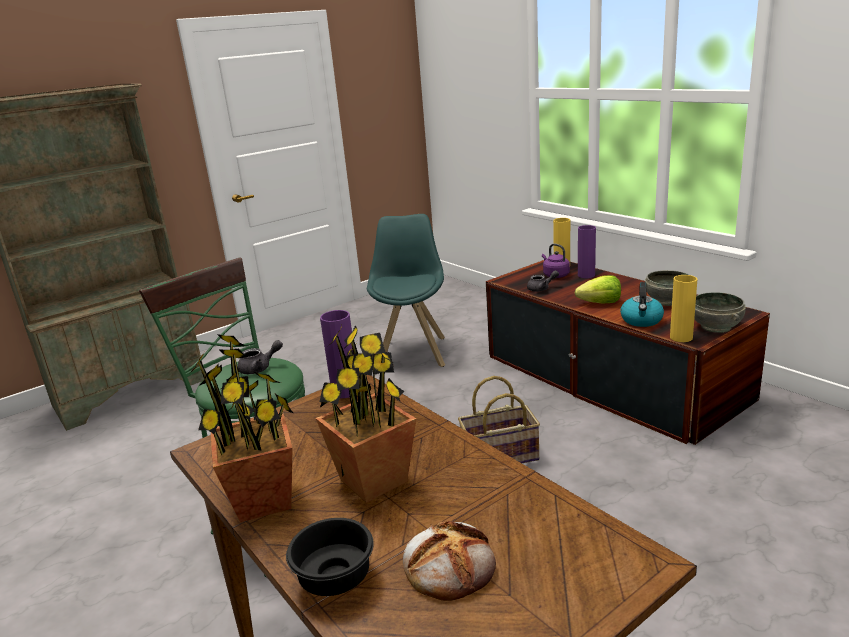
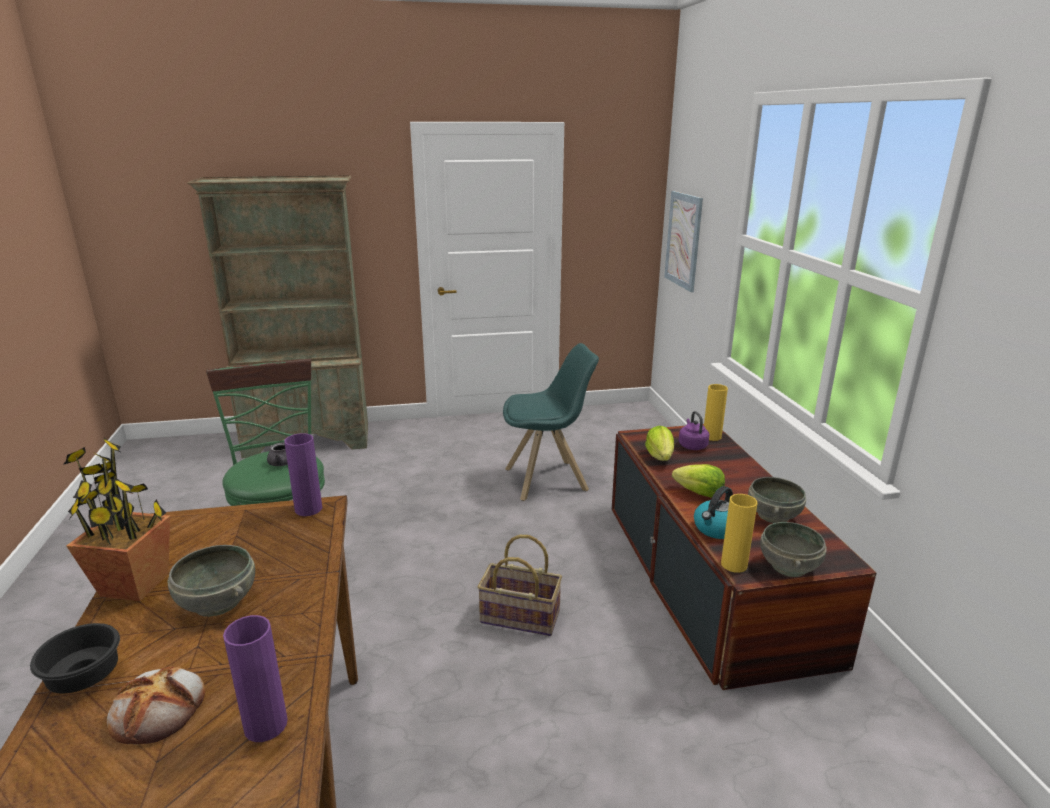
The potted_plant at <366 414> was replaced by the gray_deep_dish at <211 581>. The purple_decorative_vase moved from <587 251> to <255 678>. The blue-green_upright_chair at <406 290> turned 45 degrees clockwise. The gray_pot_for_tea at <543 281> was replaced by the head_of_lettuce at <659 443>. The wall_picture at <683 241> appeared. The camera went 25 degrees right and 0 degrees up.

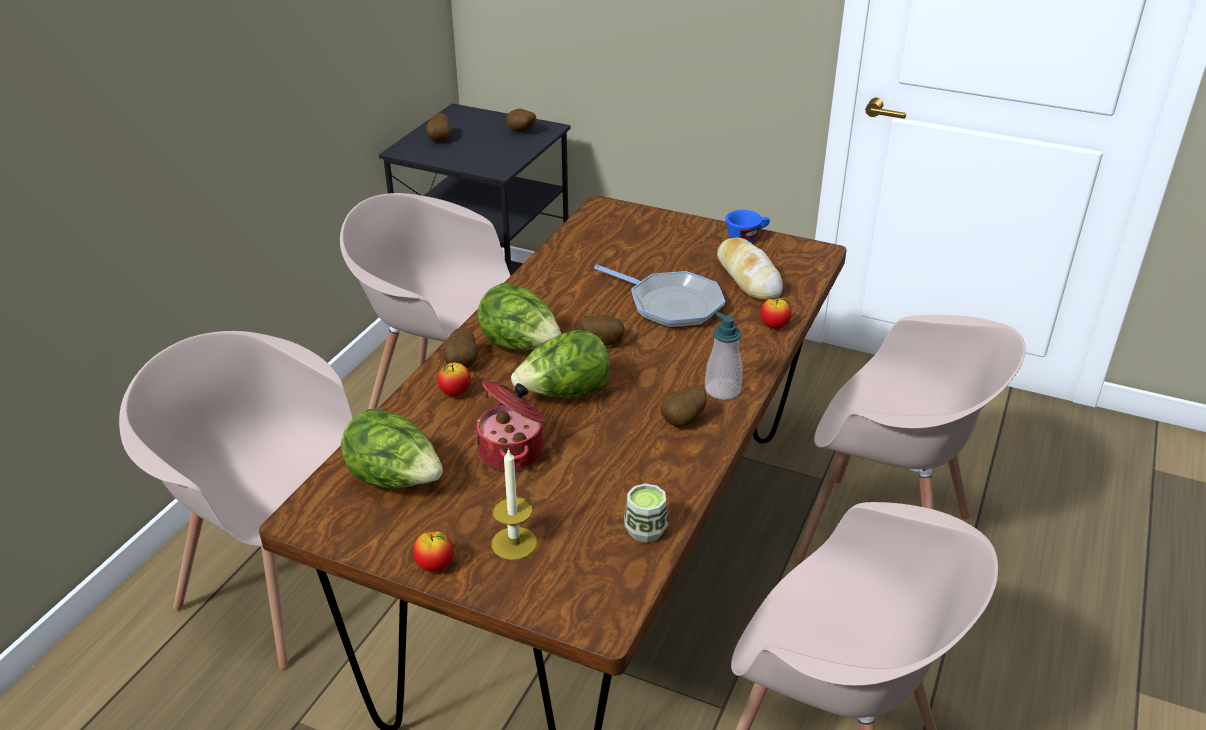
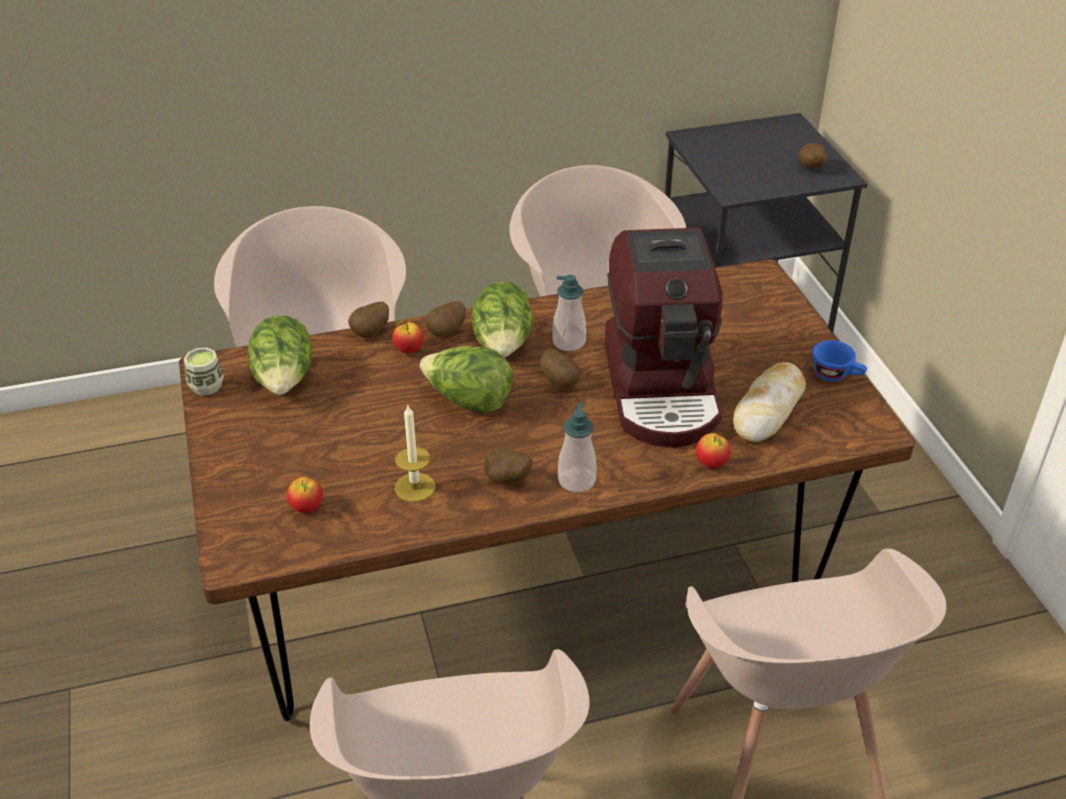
The small_cup moved from <646 513> to <204 371>. The apple_fruit moved from <433 551> to <305 495>. The potato moved from <438 127> to <368 319>. The wax_light moved from <514 504> to <415 453>. The soap_bottle at <569 313> appeared. The frying_pan at <659 296> was replaced by the coffee_maker at <663 338>. The stockpot at <509 425> disappeared. The camera went 50 degrees right and 5 degrees up.

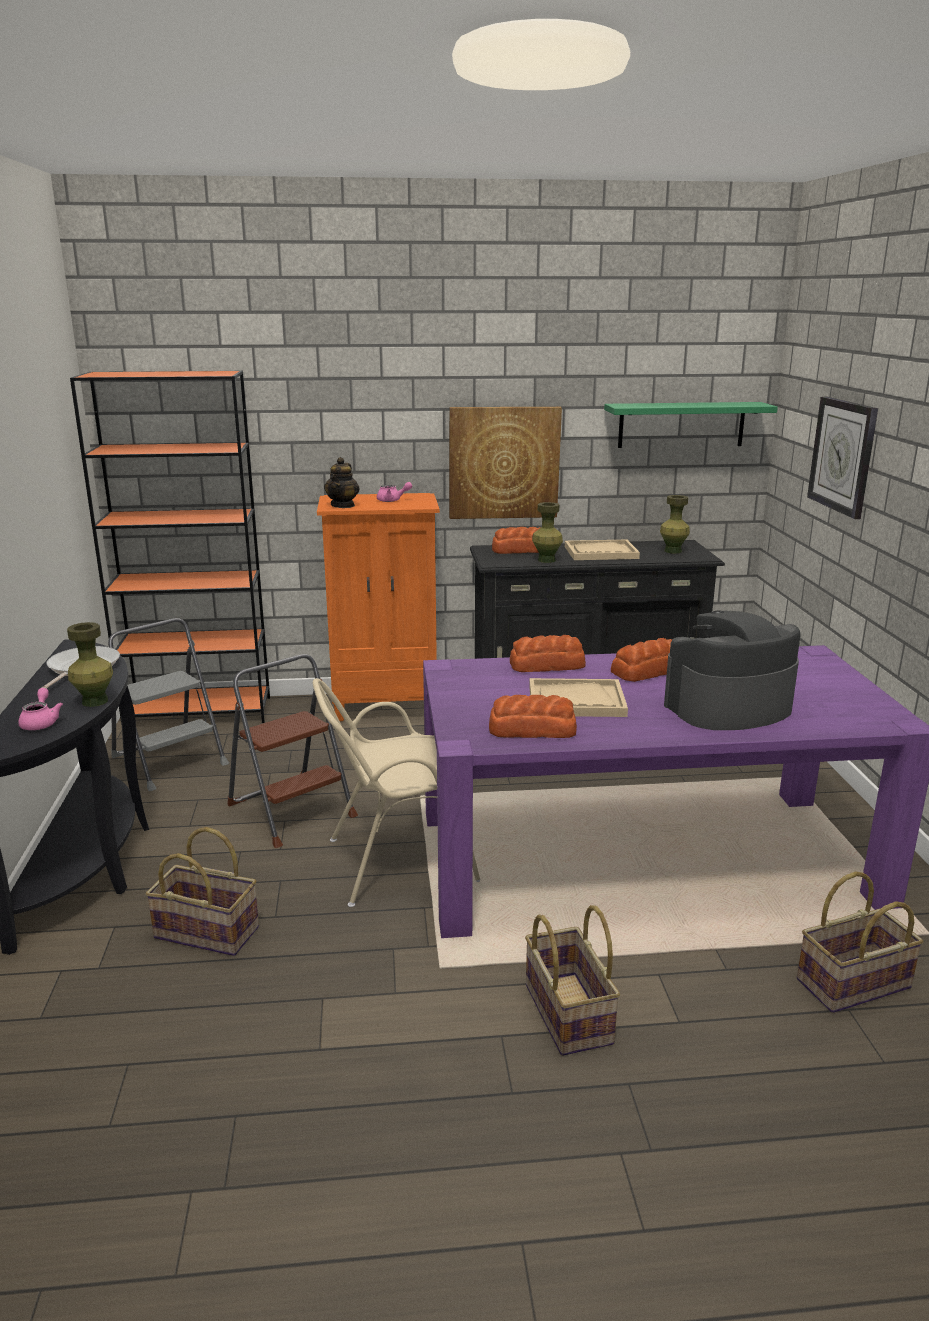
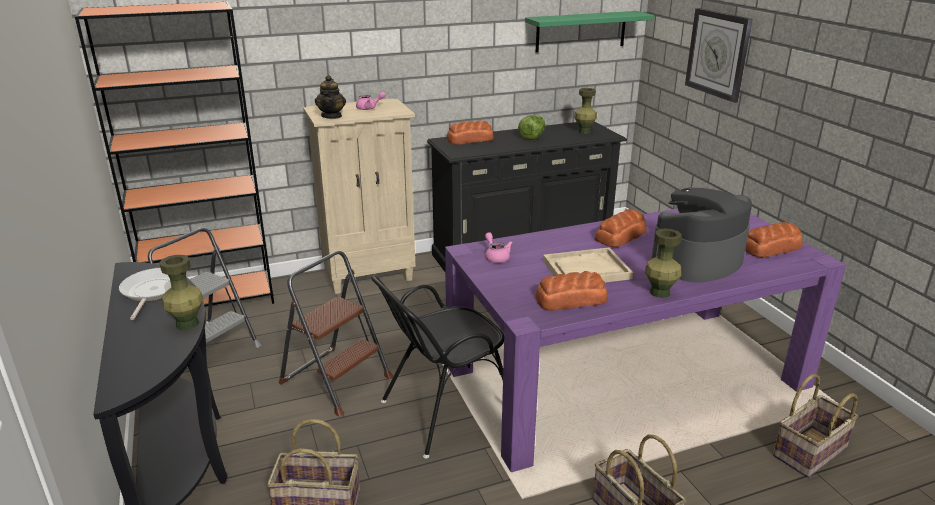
The orange-coloured_cabinet at <378 607> became the beige-coloured_cabinet at <359 196>. The beige-coloured_upright_chair at <396 792> became the black_upright_chair at <437 367>. The pinkish_pot_for_tea moved from <40 709> to <499 247>. The beige-coloured_tray at <602 550> was replaced by the head_of_lettuce at <531 127>. The green_decorative_vase moved from <547 532> to <663 263>. The baked_bread moved from <548 653> to <774 240>. The wall_picture at <505 463> disappeared. The camera went 15 degrees left and 5 degrees up.

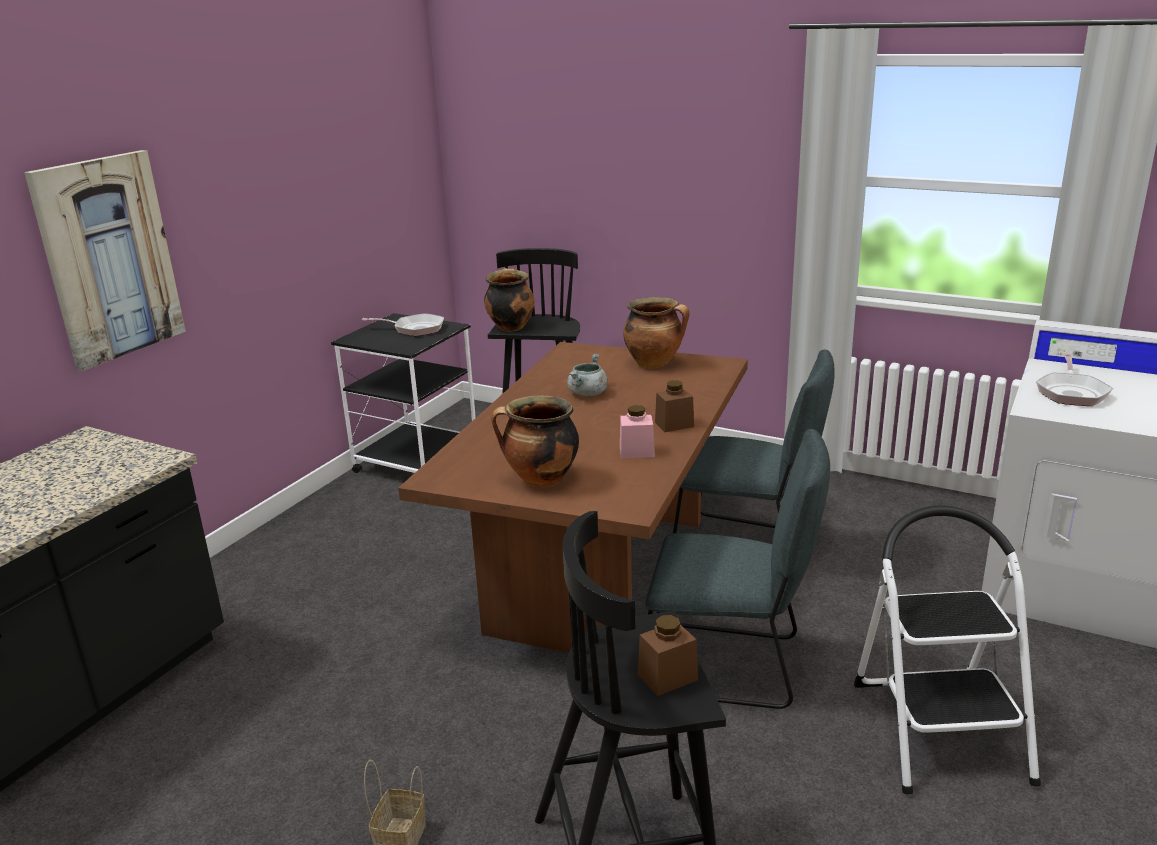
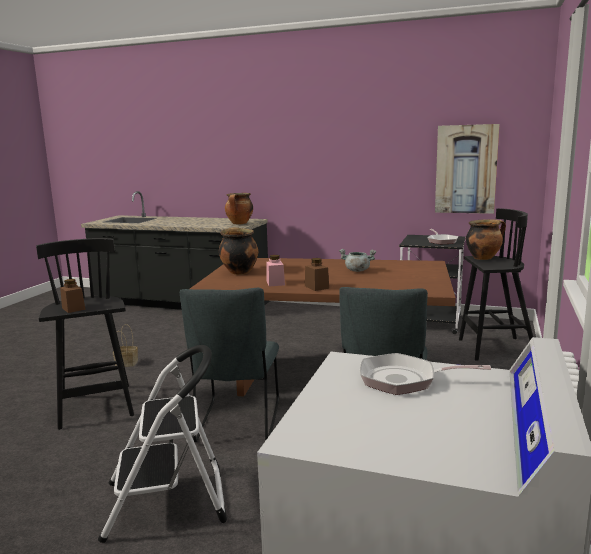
The stockpot moved from <656 332> to <239 208>. The wall_picture moved from <105 260> to <467 169>. The camera went 80 degrees right and 10 degrees down.

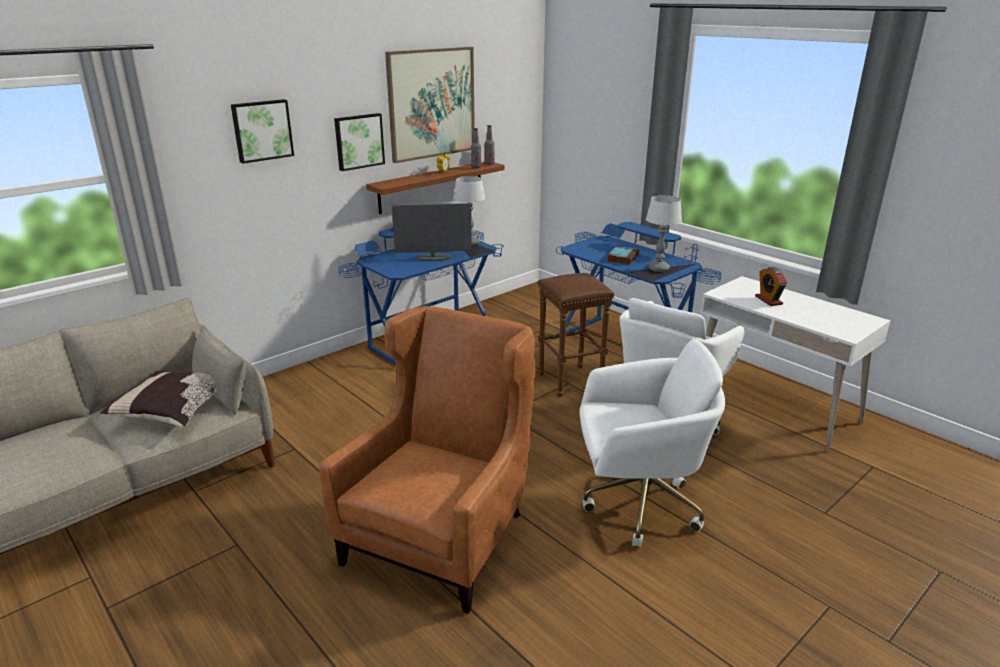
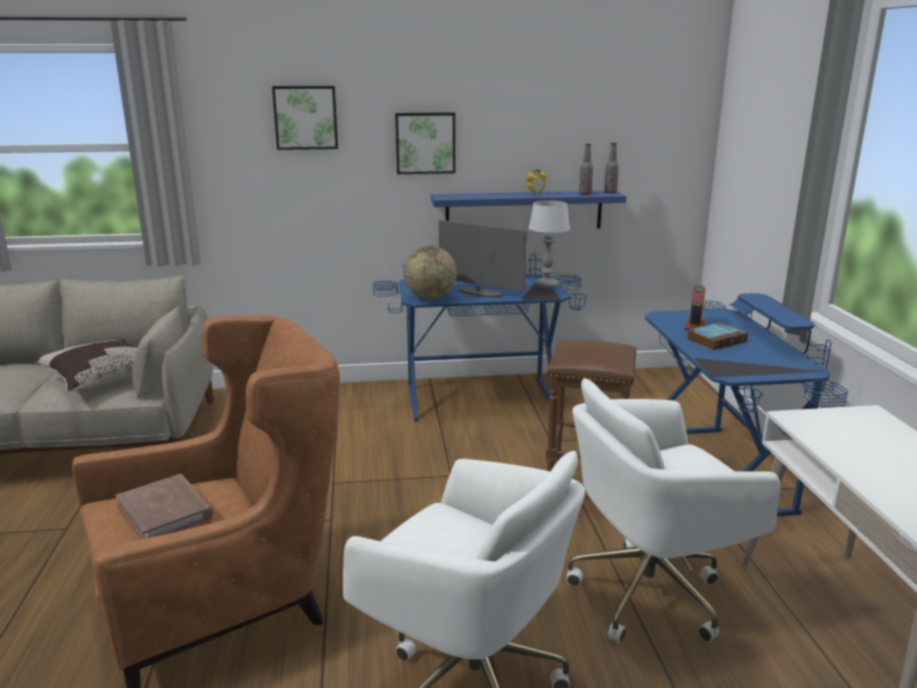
The brownish_bound_book at <165 506> appeared. The world_globe at <430 272> appeared. The brownish_bracket_shelf at <435 188> became the blue-coloured_bracket_shelf at <529 210>. The alarm_clock moved from <771 286> to <695 308>. The wall_picture at <430 105> disappeared. The tabletop_lamp at <664 233> disappeared. The camera went 35 degrees right and 5 degrees down.

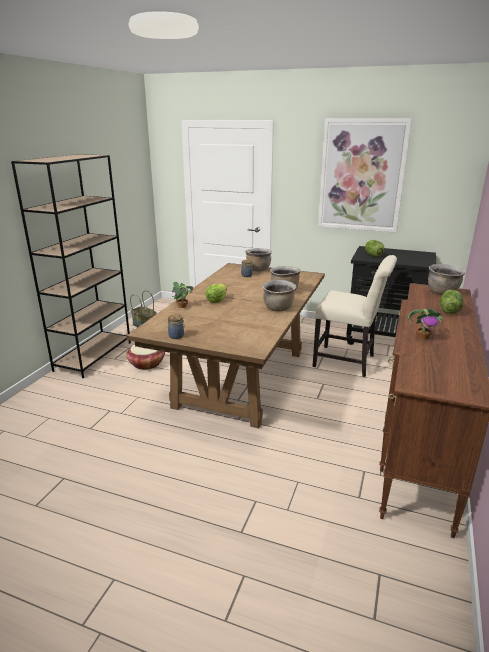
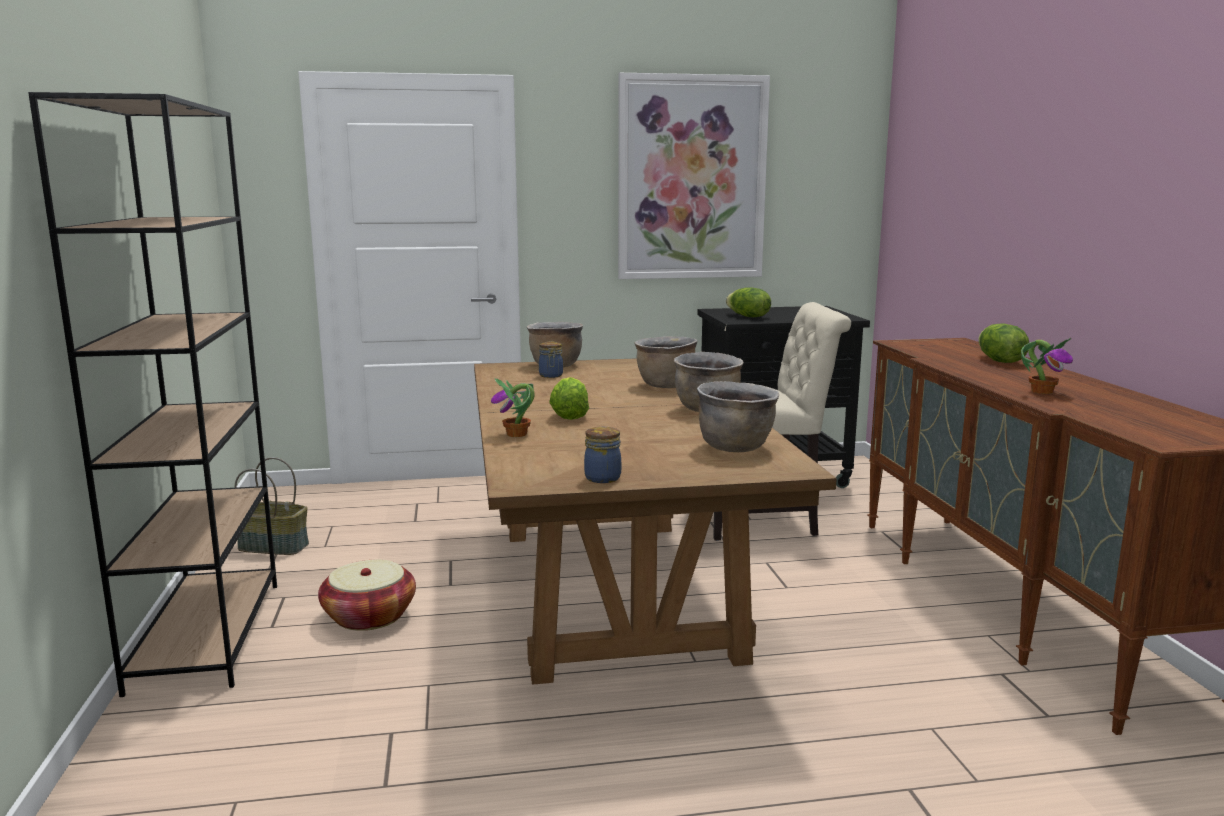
The brownish_stockpot moved from <447 279> to <738 416>. The camera went 30 degrees left and 10 degrees down.

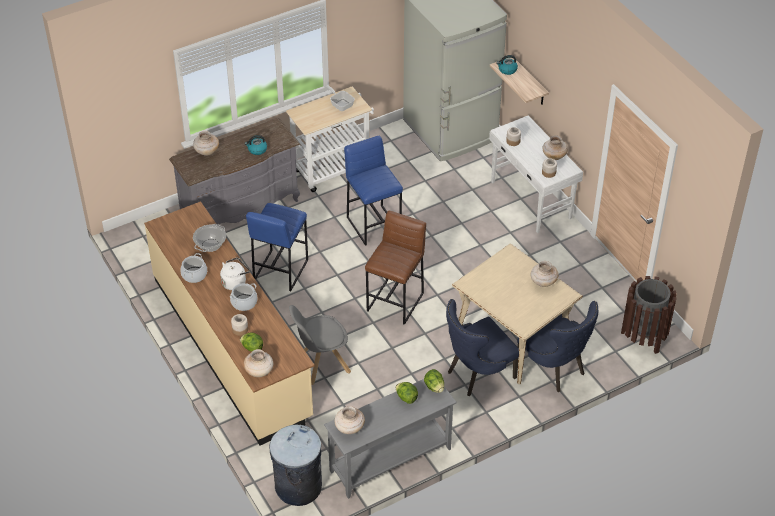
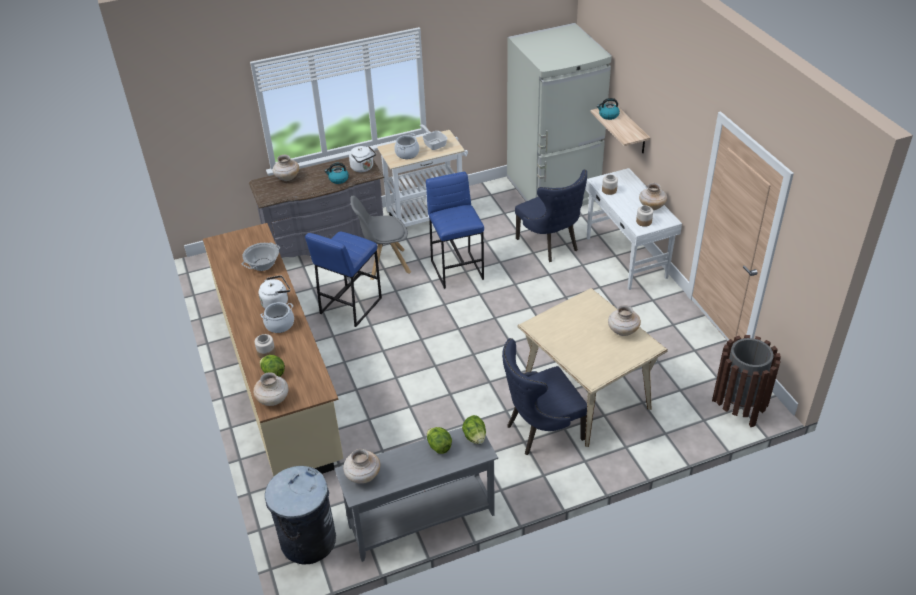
The whitish_tea_kettle at <362 159> appeared. The gray_upright_chair moved from <320 345> to <380 238>. The stockpot moved from <193 268> to <406 146>. The blue-coloured_upright_chair moved from <557 346> to <551 216>. The brownish_sitting_stool at <395 268> disappeared. The camera went 10 degrees right and 5 degrees down.

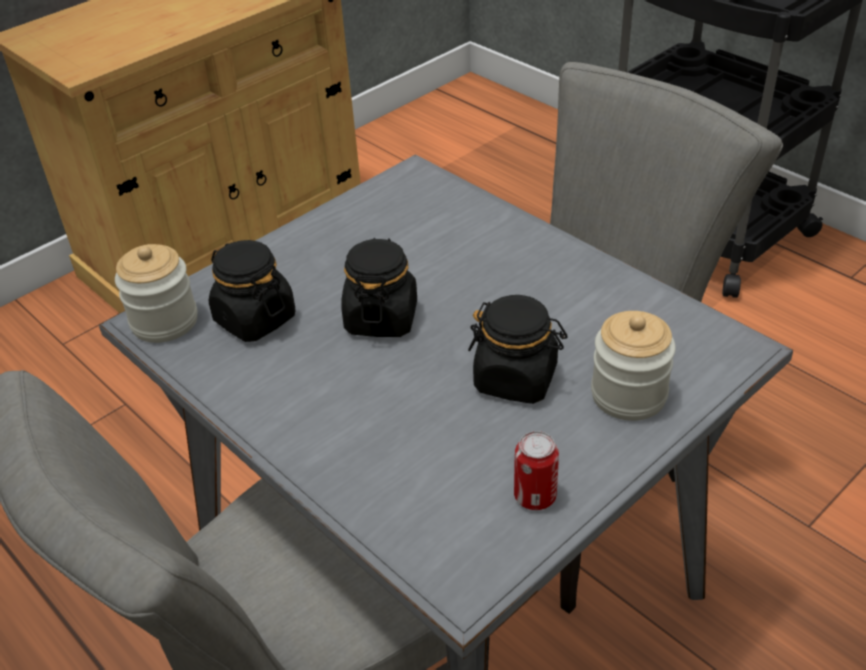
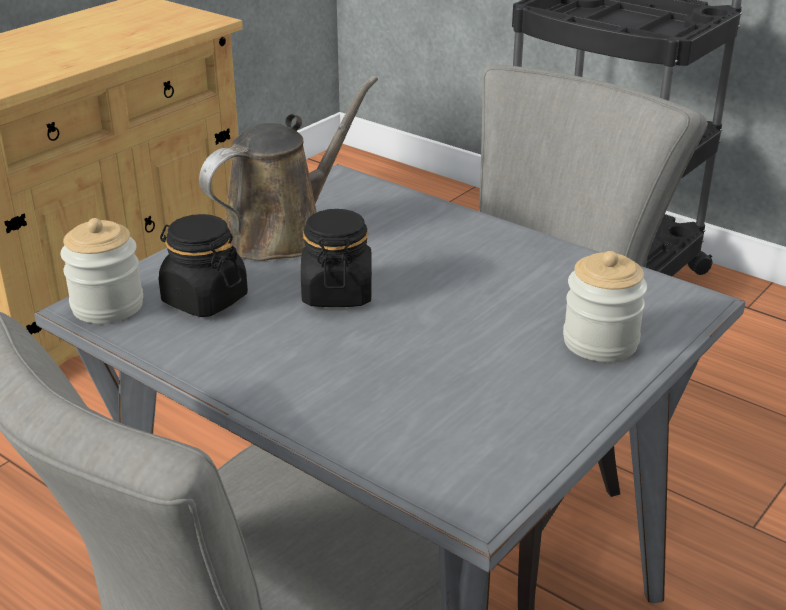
The brownish_watering_pot at <288 168> appeared. The black_storage_jar at <518 349> disappeared. The sealed_can at <536 470> disappeared. The camera went 10 degrees left and 10 degrees down.

